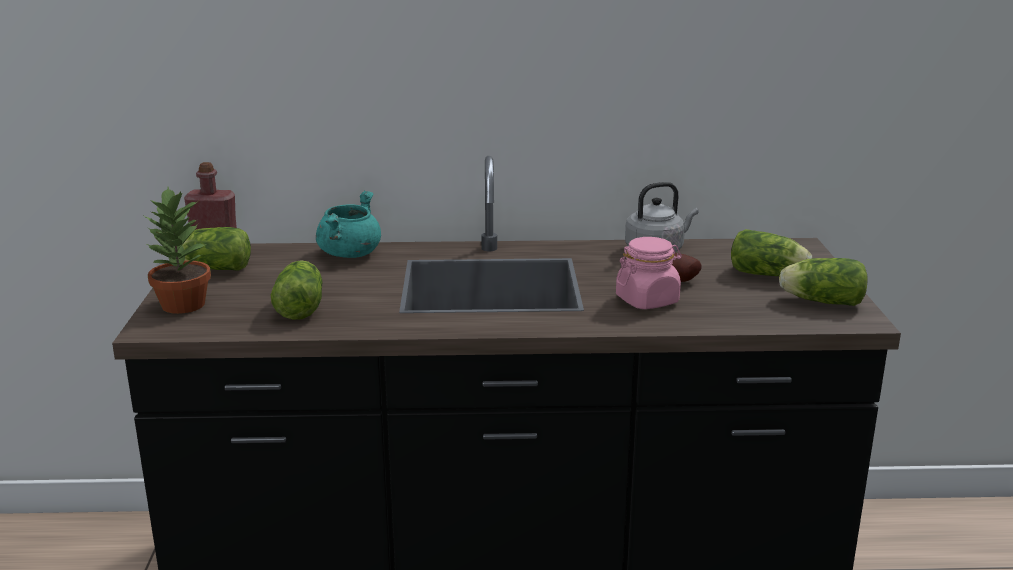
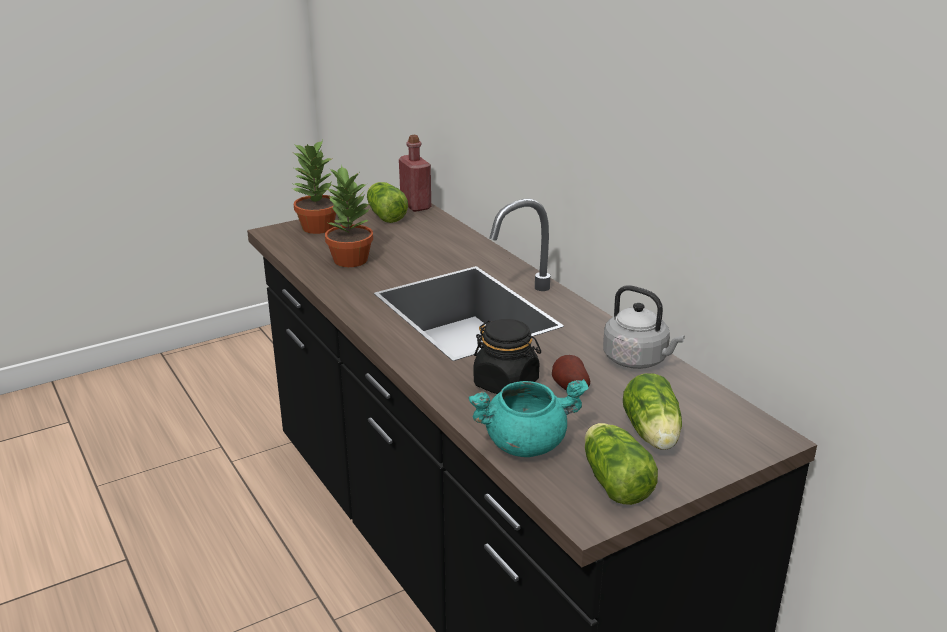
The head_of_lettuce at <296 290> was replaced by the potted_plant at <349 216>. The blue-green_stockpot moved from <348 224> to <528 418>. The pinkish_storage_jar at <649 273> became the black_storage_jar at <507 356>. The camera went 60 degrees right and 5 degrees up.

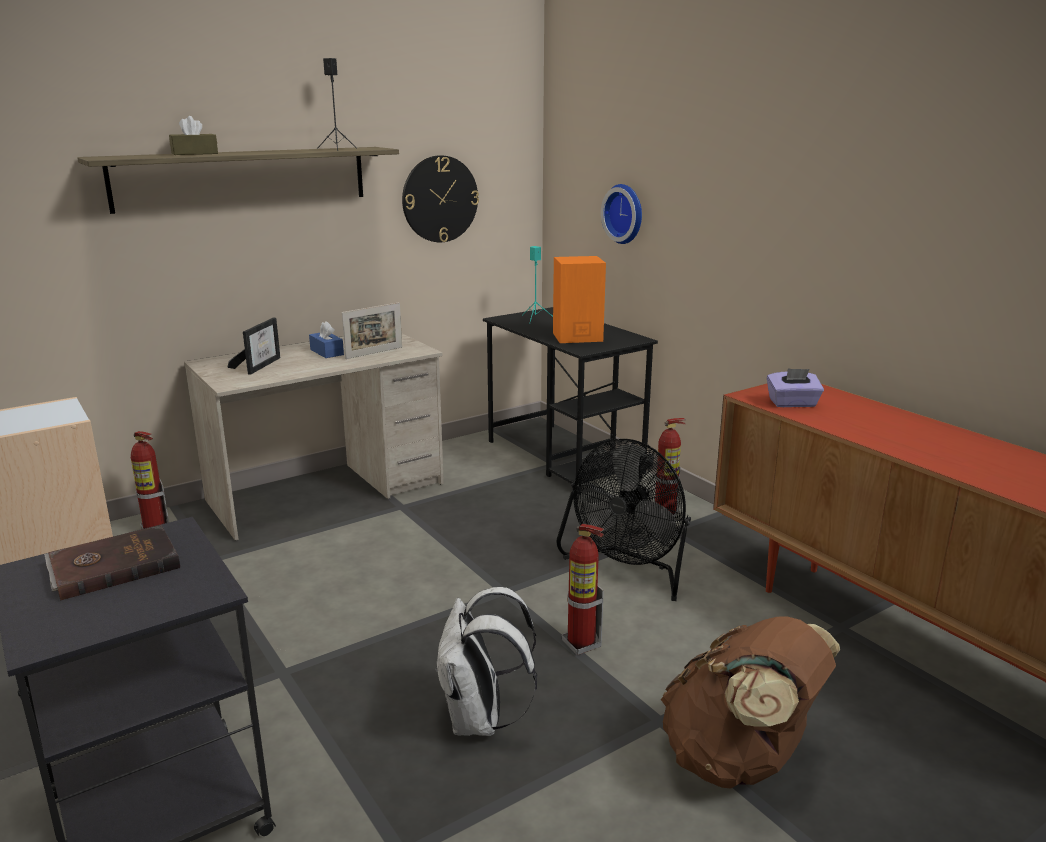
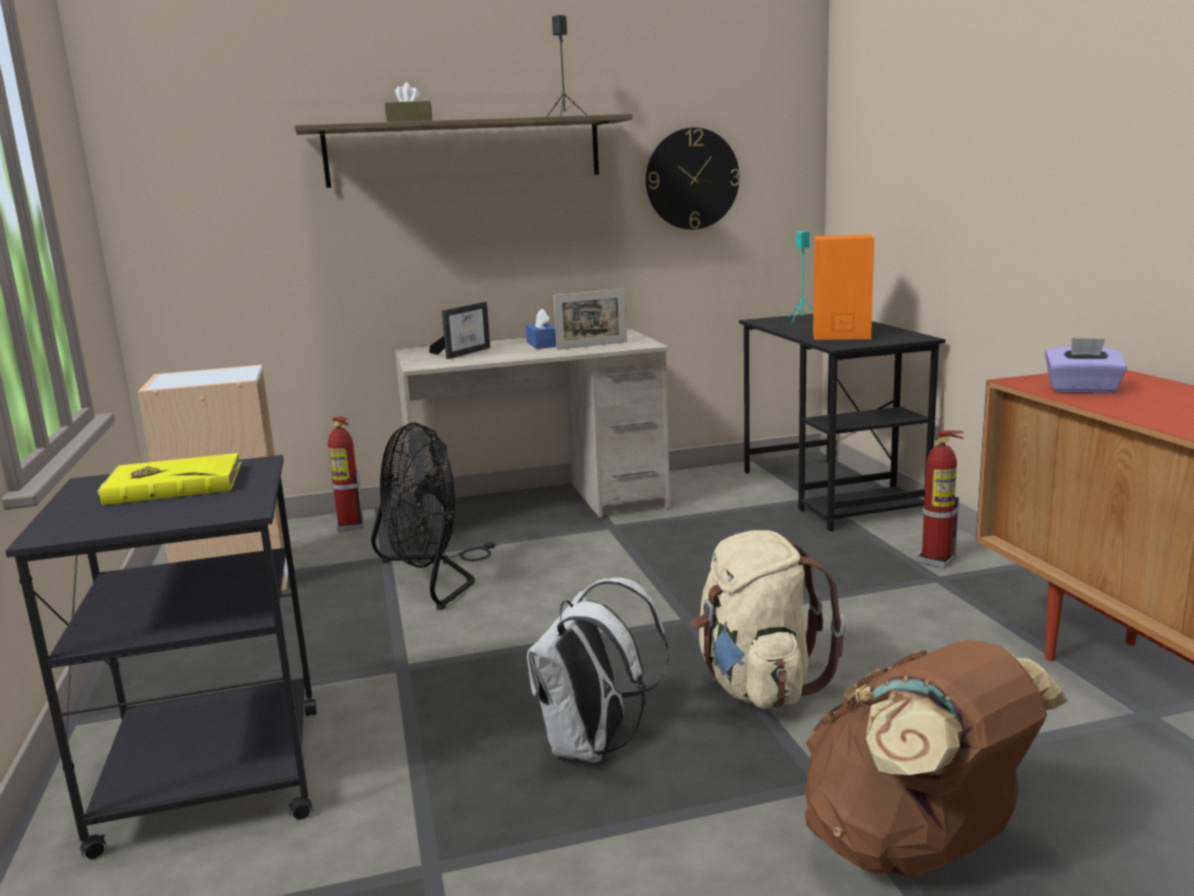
The brownish_bound_book at <112 562> became the yellowish_bound_book at <169 479>. The black_cooling_fan moved from <624 520> to <434 516>. The extinguisher at <582 589> was replaced by the beige-coloured_rucksack at <768 619>. The wall_clock at <621 214> disappeared. The camera went 20 degrees right and 5 degrees down.

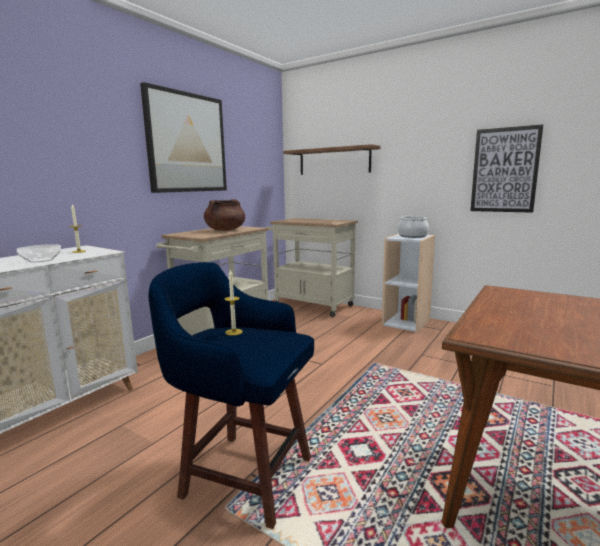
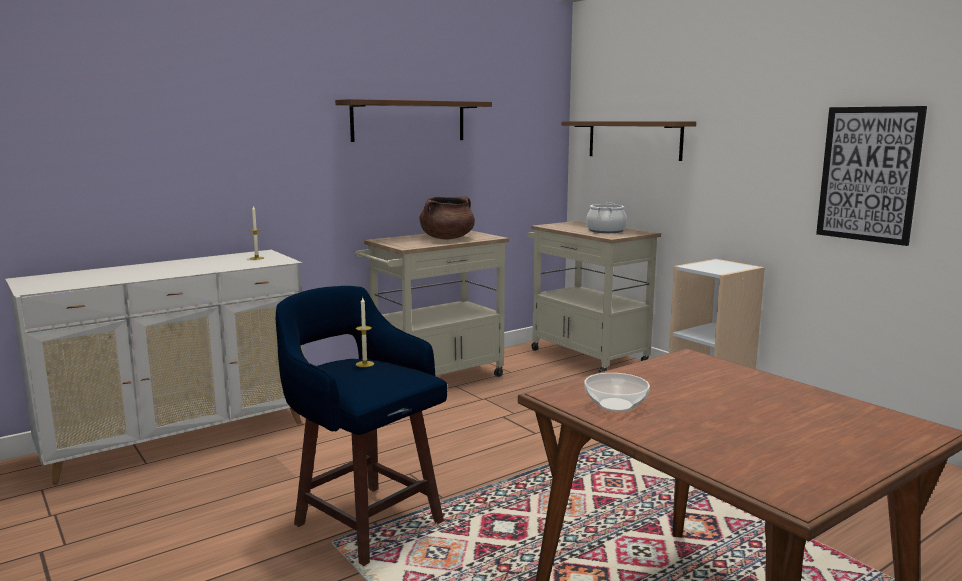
The wall_picture at <183 137> was replaced by the brownish_bracket_shelf at <413 120>. The deep_dish moved from <38 253> to <617 392>. The stockpot moved from <413 227> to <606 218>. The camera went 20 degrees right and 0 degrees up.

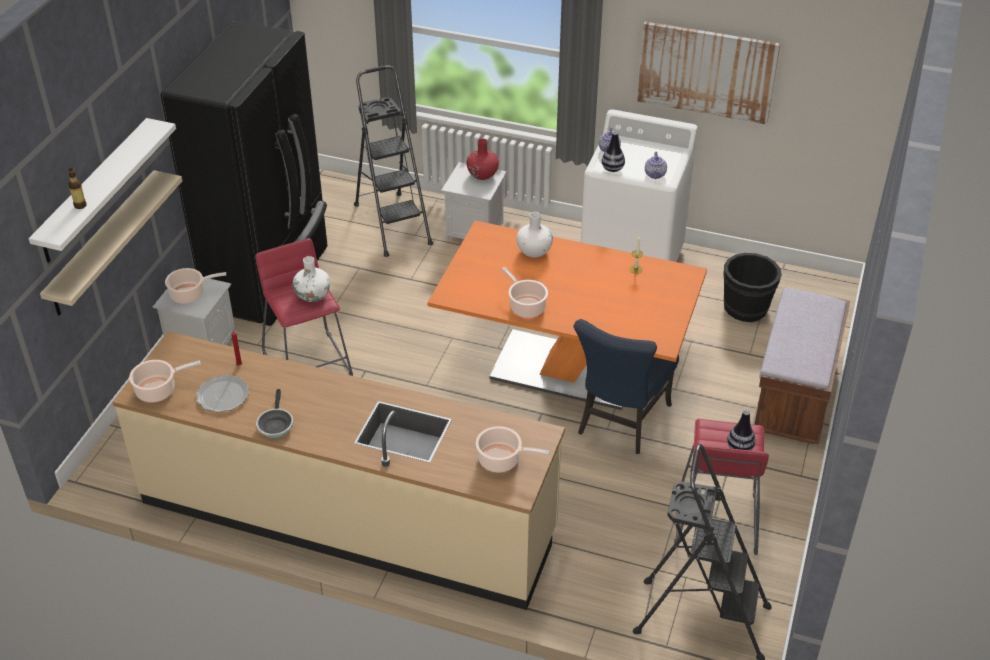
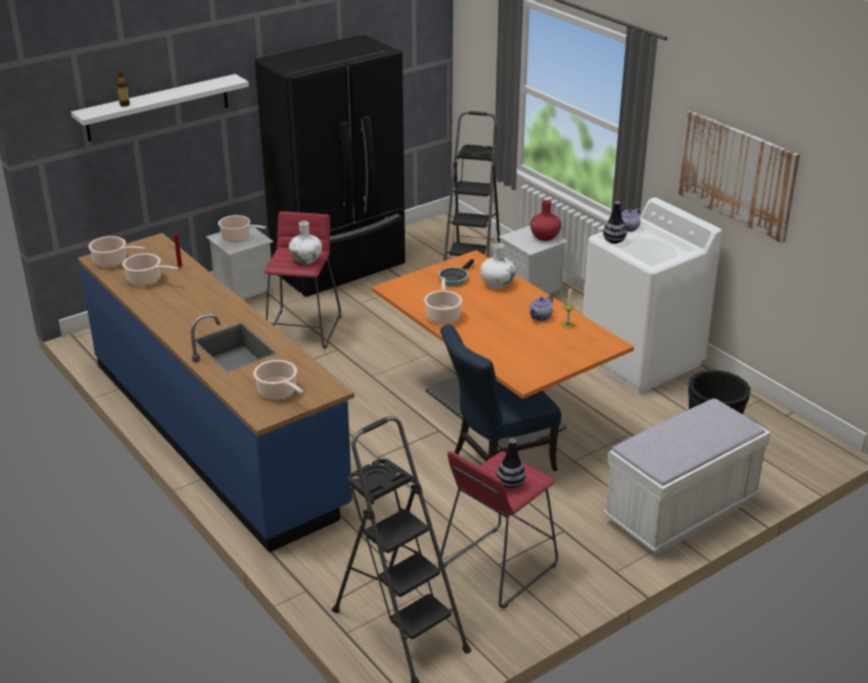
The beige-coloured_counter at <339 470> became the blue-coloured_counter at <216 392>. The dinner_plate at <222 393> was replaced by the stockpot at <150 269>. The frying_pan moved from <275 413> to <456 272>. The pot_for_tea moved from <656 165> to <541 308>. The brownish_bench at <801 366> became the whitish_bench at <687 476>. The beige-coloured_bracket_shelf at <111 242> disappeared. The camera went 35 degrees right and 10 degrees down.

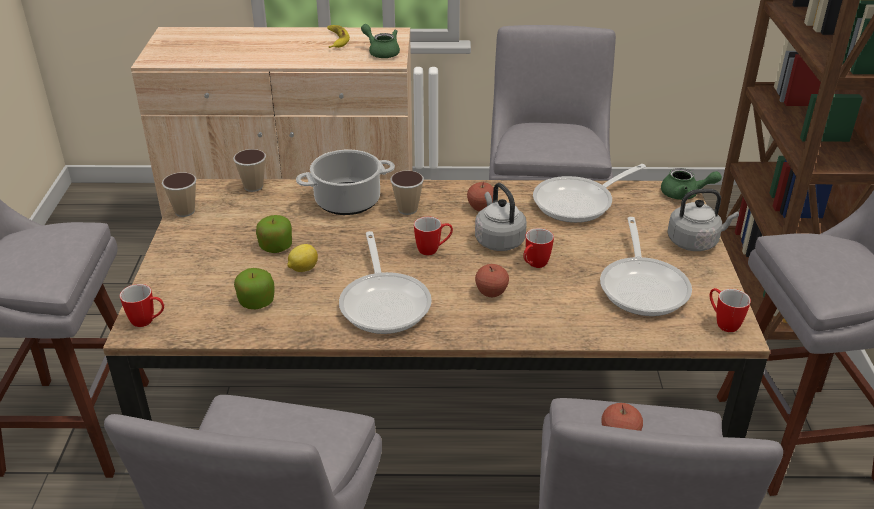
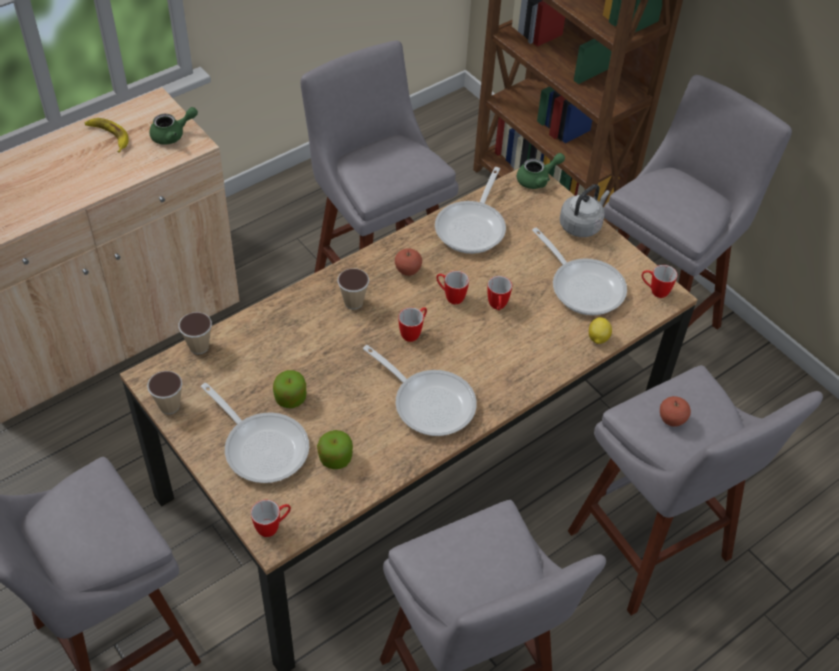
The green_pot_for_tea at <380 41> turned 150 degrees clockwise. The frying_pan at <255 433> appeared. The gray_tea_kettle at <501 217> was replaced by the tea_mug at <452 287>. The whole_lemon moved from <302 258> to <600 330>. The stockpot at <345 182> disappeared. The apple_fruit at <492 280> disappeared. The camera went 40 degrees left and 15 degrees up.

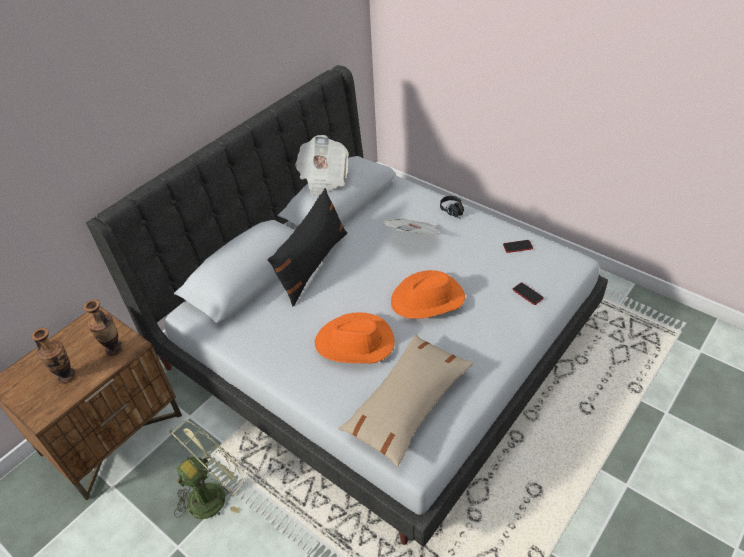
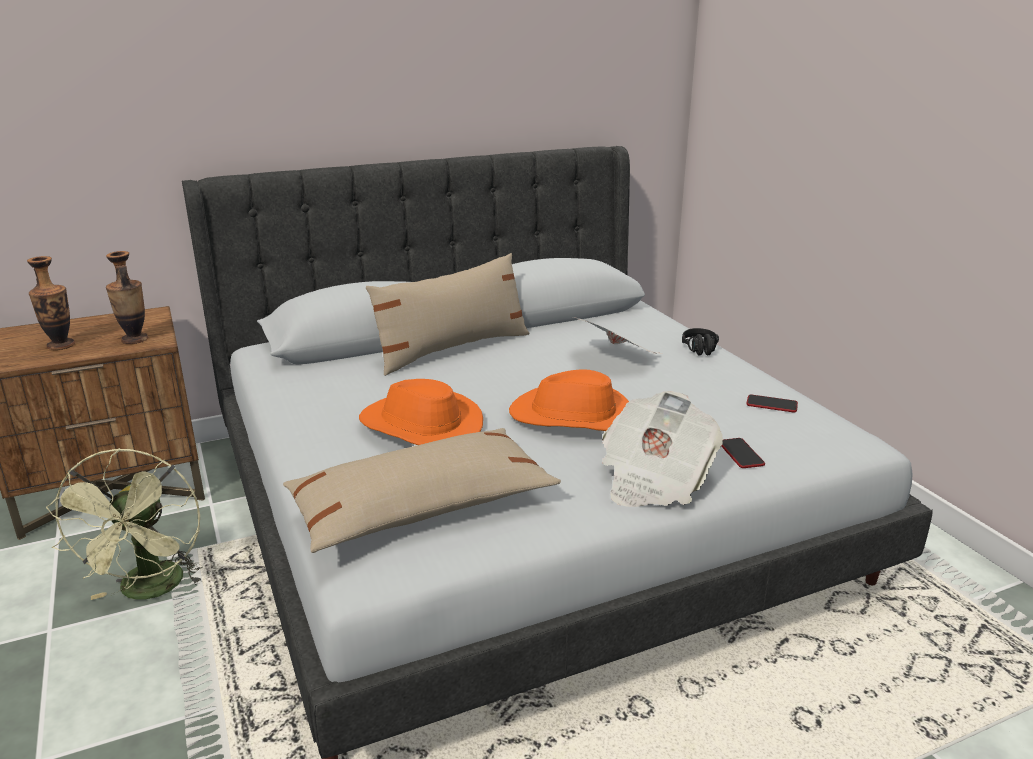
The green_cooling_fan at <207 469> turned 105 degrees clockwise. The black_cushion at <307 247> became the beige-coloured_cushion at <448 314>. The newspaper moved from <322 165> to <662 449>. The camera went 25 degrees right and 20 degrees down.

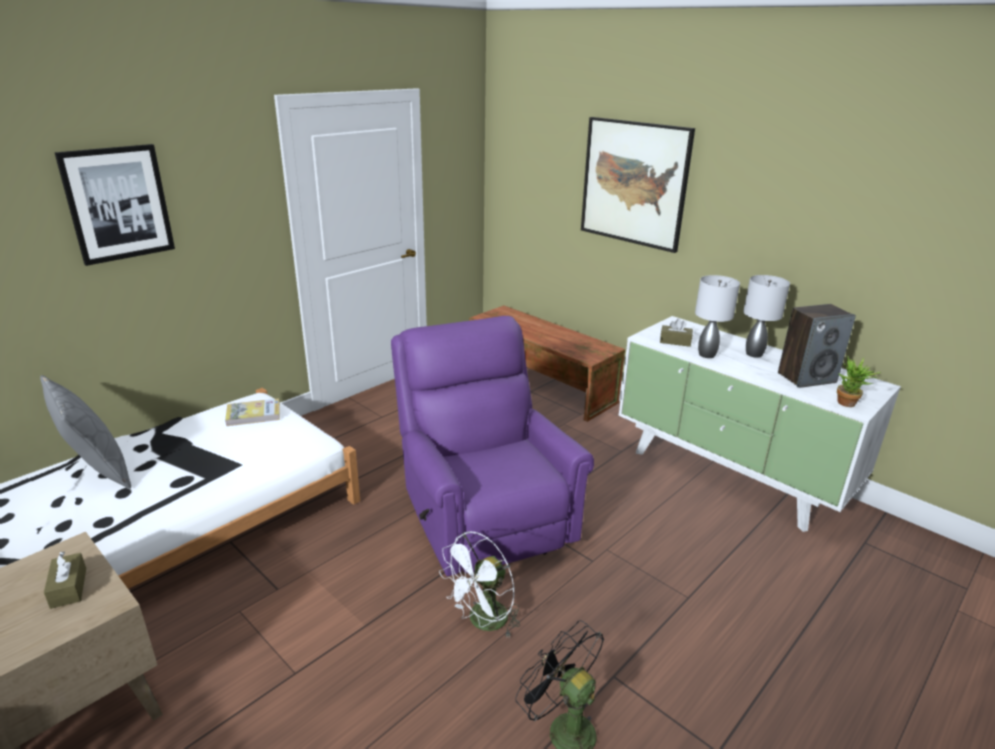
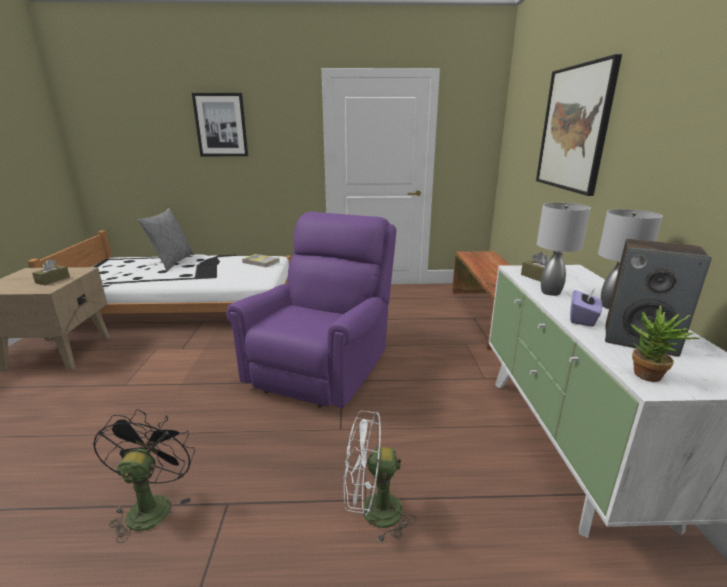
The whitish_cooling_fan moved from <479 584> to <380 477>. The purple_tissue_box at <586 308> appeared. The camera went 45 degrees right and 5 degrees down.

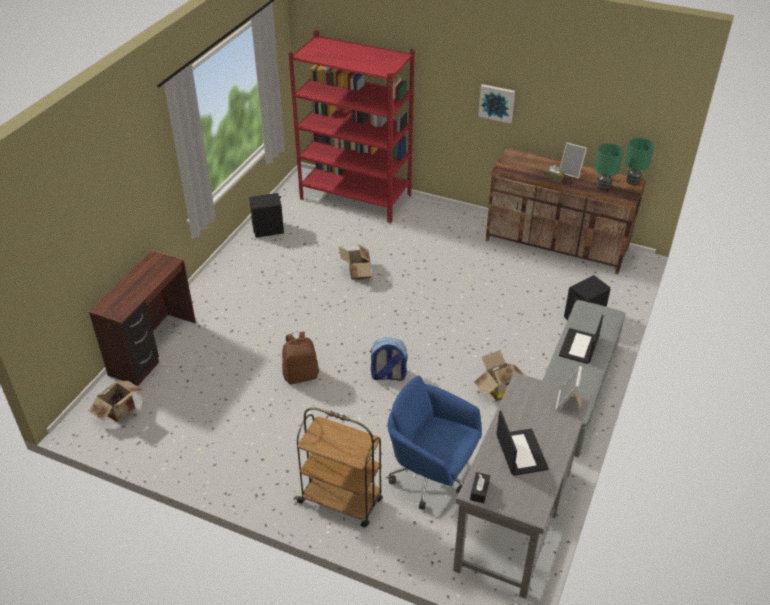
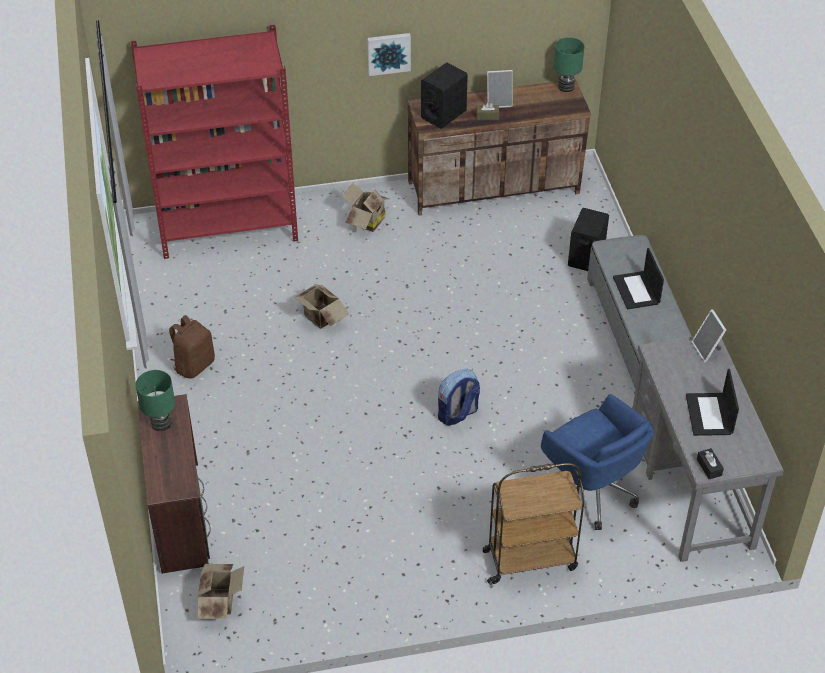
The green_tabletop_lamp moved from <609 167> to <155 400>. The brownish_rucksack moved from <300 357> to <192 347>. The cardboard_box moved from <499 375> to <365 207>. The black_loudspeaker moved from <266 215> to <444 95>. The blue-coloured_desk_chair at <435 443> turned 120 degrees counterclockwise. The portable_computer at <522 443> turned 135 degrees counterclockwise. The camera went 35 degrees left and 5 degrees up.

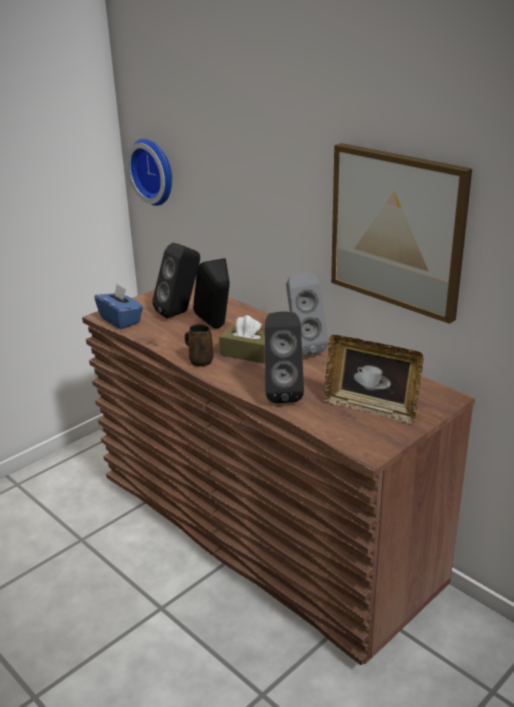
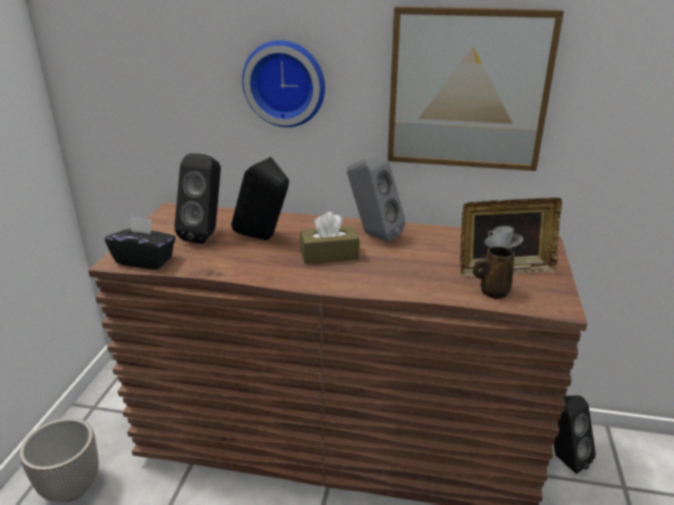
The planter at <59 460> appeared. The blue-coloured_tissue_box at <118 306> became the black_tissue_box at <140 243>. The wall_clock moved from <149 172> to <283 83>. The brownish_tea_mug moved from <199 345> to <494 272>. The black_loudspeaker moved from <284 357> to <575 435>. The camera went 35 degrees left and 0 degrees up.

